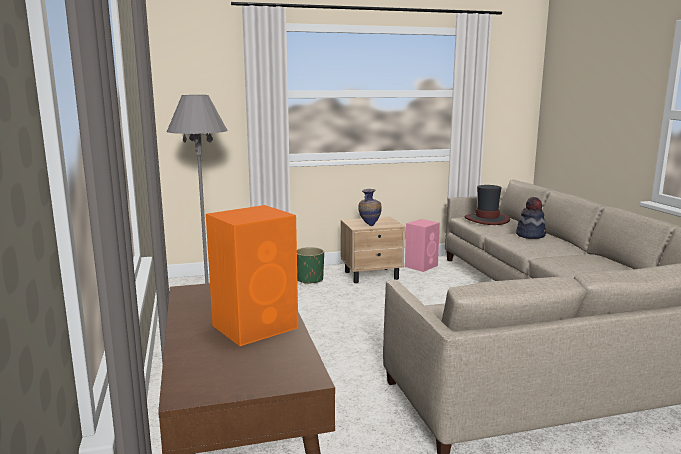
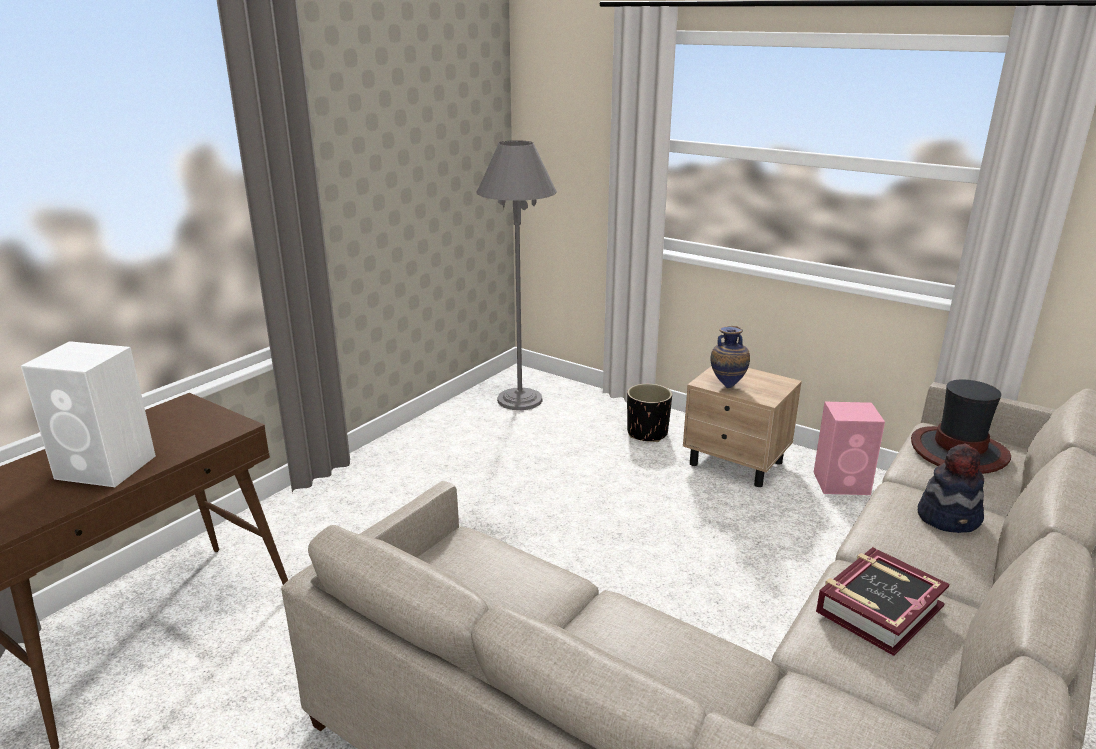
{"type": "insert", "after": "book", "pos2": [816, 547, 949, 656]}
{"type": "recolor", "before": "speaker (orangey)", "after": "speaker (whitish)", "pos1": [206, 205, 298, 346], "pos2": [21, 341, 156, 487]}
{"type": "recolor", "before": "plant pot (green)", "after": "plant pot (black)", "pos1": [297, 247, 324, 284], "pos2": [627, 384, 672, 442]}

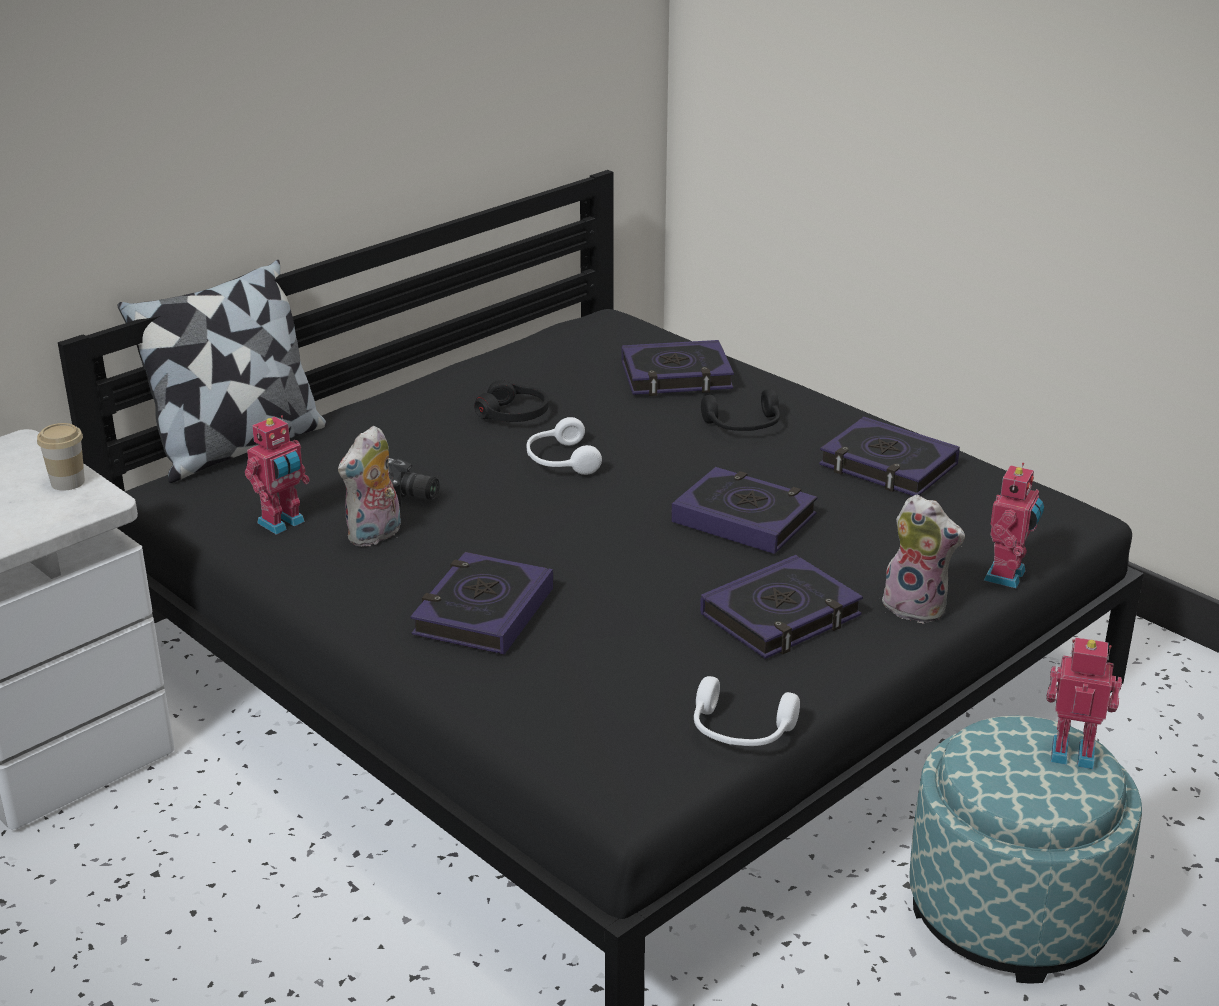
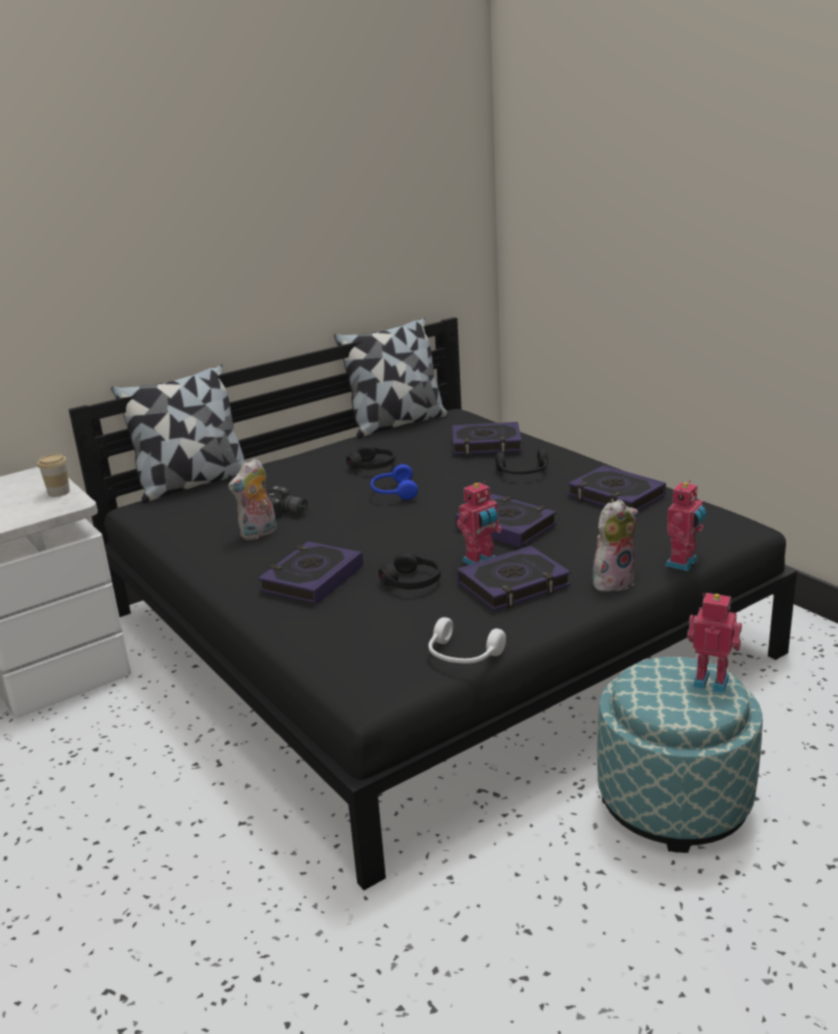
{"type": "insert", "after": "cushion", "pos2": [334, 317, 448, 439]}
{"type": "insert", "after": "headset (black)", "pos2": [378, 552, 441, 589]}
{"type": "move", "before": "model robot", "pos1": [245, 415, 310, 535], "pos2": [457, 481, 502, 565]}
{"type": "recolor", "before": "headset (whitish)", "after": "headset (blue-coloured)", "pos1": [527, 417, 602, 475], "pos2": [370, 464, 418, 500]}
{"type": "rotate", "before": "soft toy", "pos1": [879, 495, 965, 624], "pos2": [593, 499, 638, 592], "turn": -75}

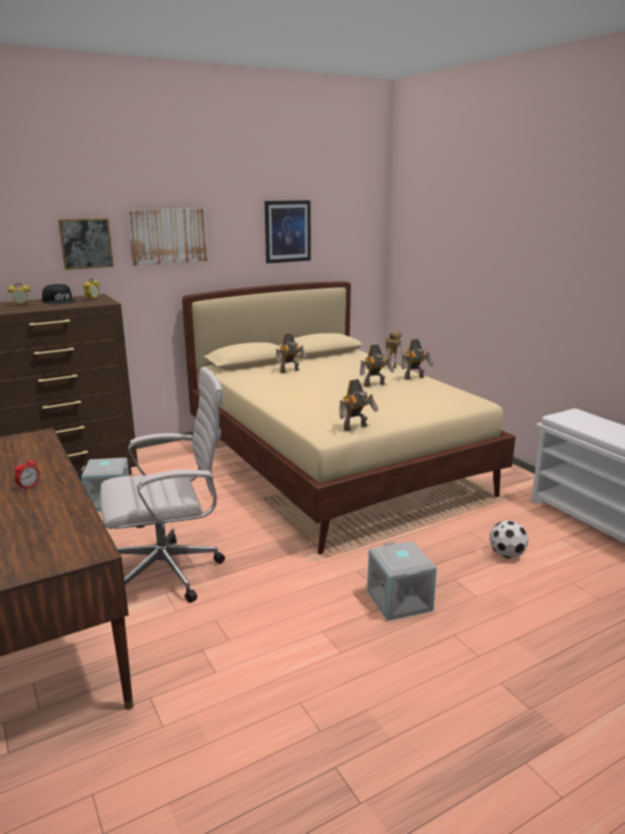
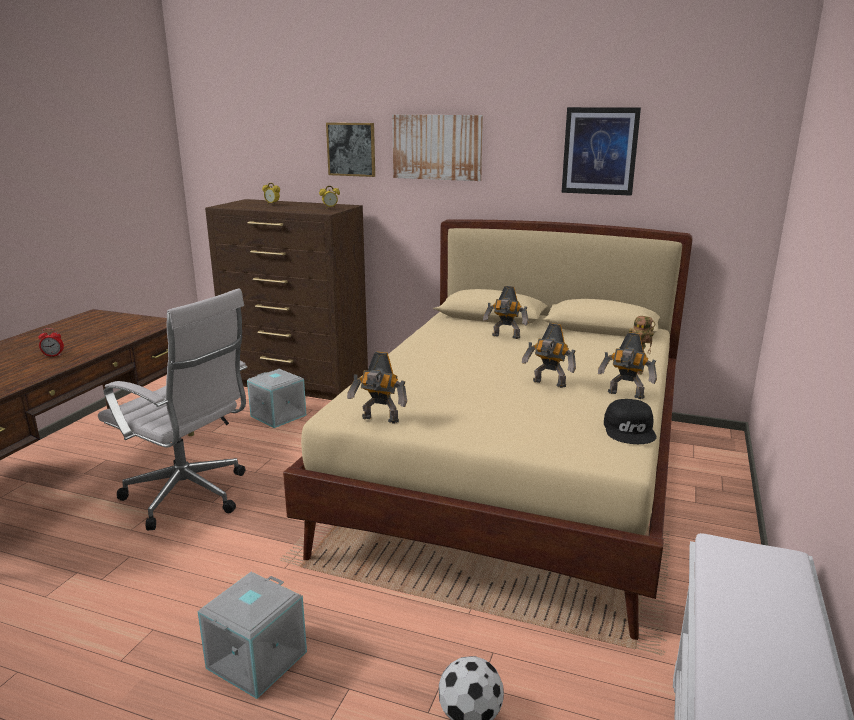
{"type": "move", "before": "baseball cap (black)", "pos1": [42, 284, 77, 304], "pos2": [604, 399, 657, 444]}

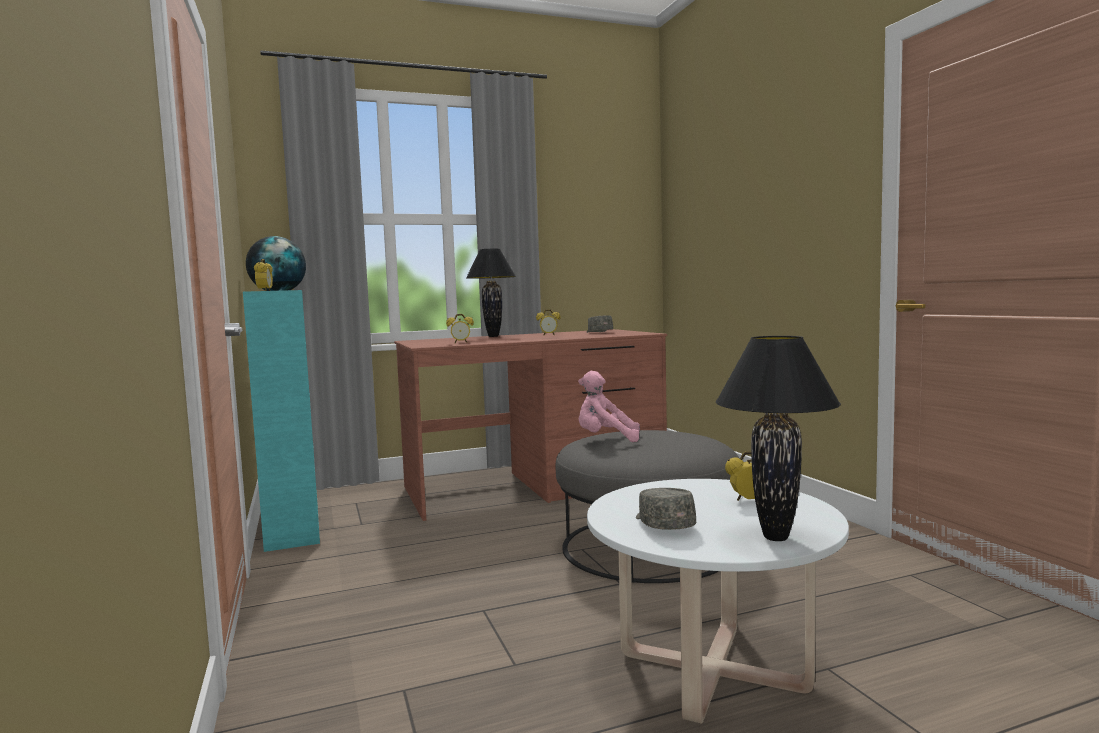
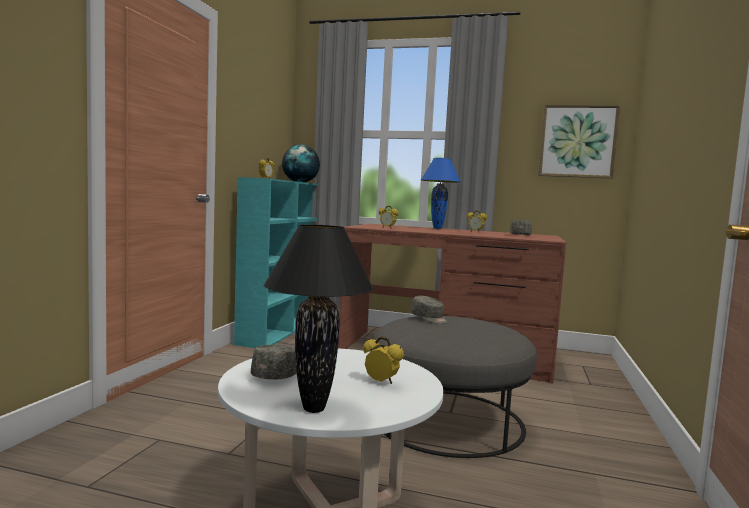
{"type": "insert", "after": "picture", "pos2": [538, 105, 620, 179]}
{"type": "replace", "before": "soft toy (pink)", "after": "baseball cap (greyish)", "pos1": [578, 371, 640, 442], "pos2": [411, 296, 448, 324]}
{"type": "recolor", "before": "tabletop lamp (black)", "after": "tabletop lamp (blue-coloured)", "pos1": [466, 249, 516, 337], "pos2": [421, 158, 461, 229]}

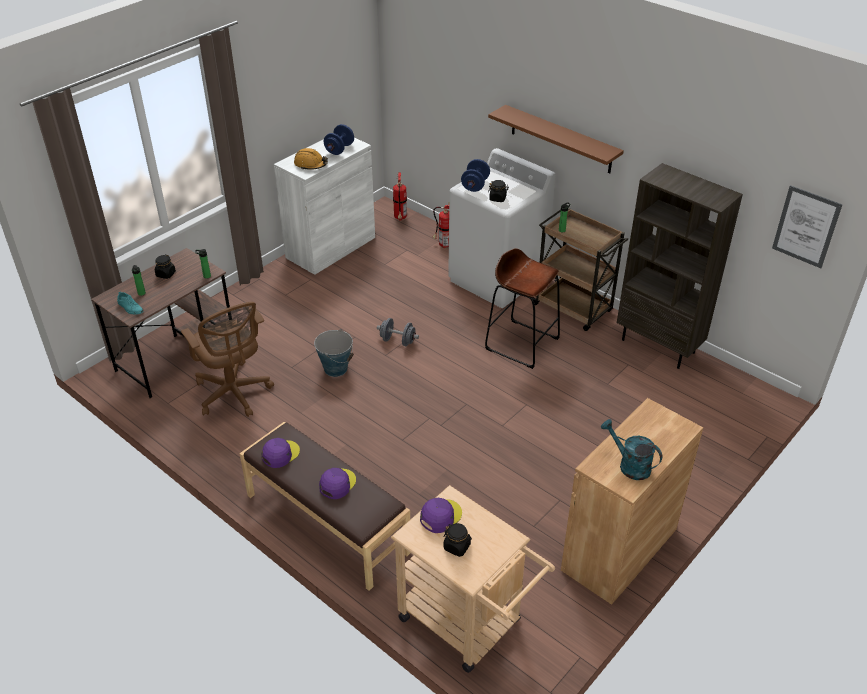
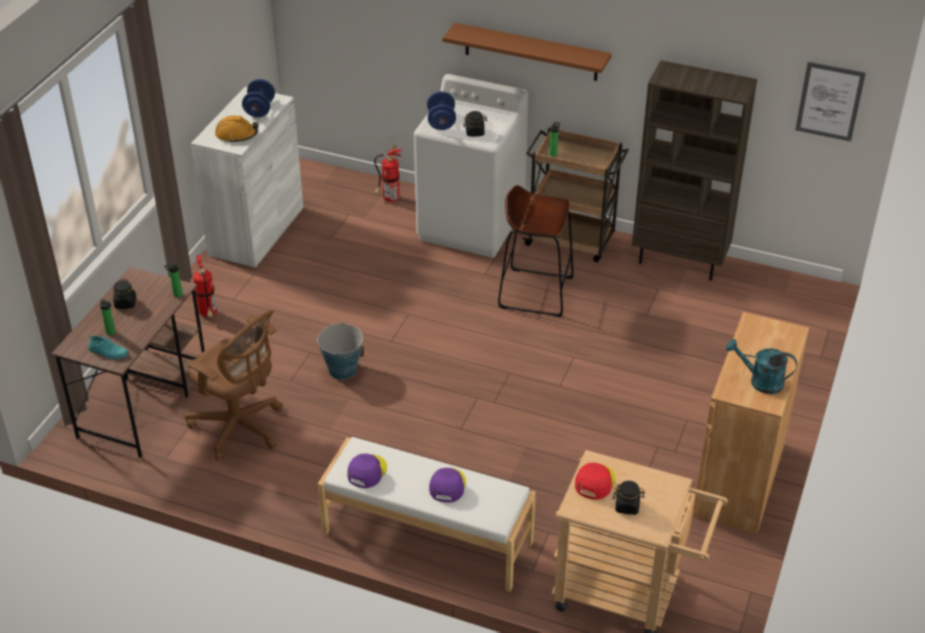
{"type": "delete", "before": "free weight (greyish)", "pos1": [377, 318, 419, 346]}
{"type": "move", "before": "fire extinguisher", "pos1": [393, 172, 407, 220], "pos2": [193, 255, 217, 318]}
{"type": "recolor", "before": "indoor bench (brown-coloured)", "after": "indoor bench (whitish)", "pos1": [240, 422, 410, 591], "pos2": [318, 437, 536, 592]}
{"type": "recolor", "before": "baseball cap (purple-coloured)", "after": "baseball cap (reddish)", "pos1": [420, 498, 462, 533], "pos2": [575, 463, 616, 500]}

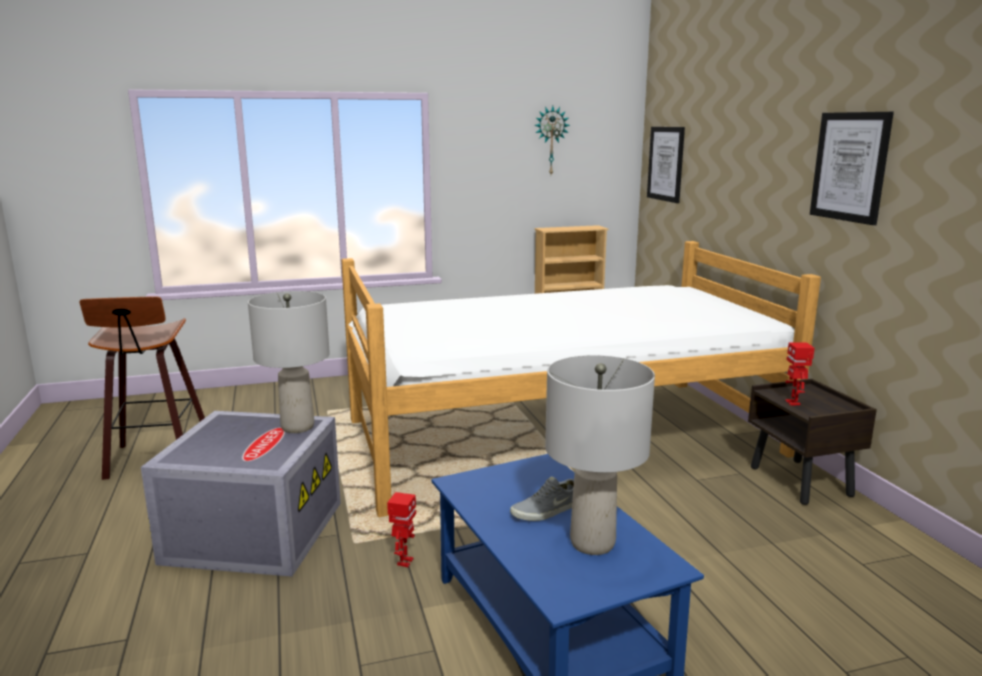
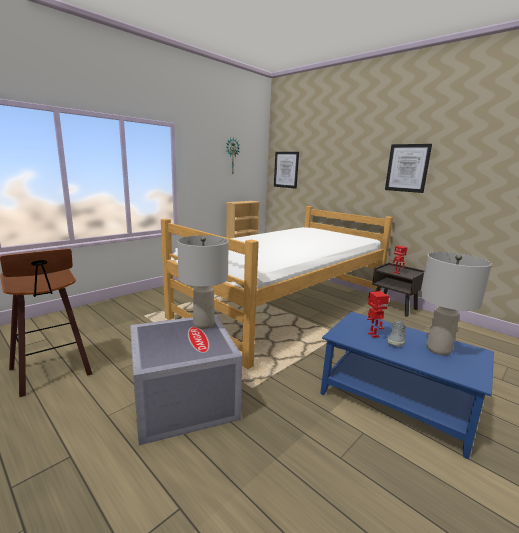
{"type": "move", "before": "model robot", "pos1": [387, 492, 416, 567], "pos2": [367, 291, 389, 338]}

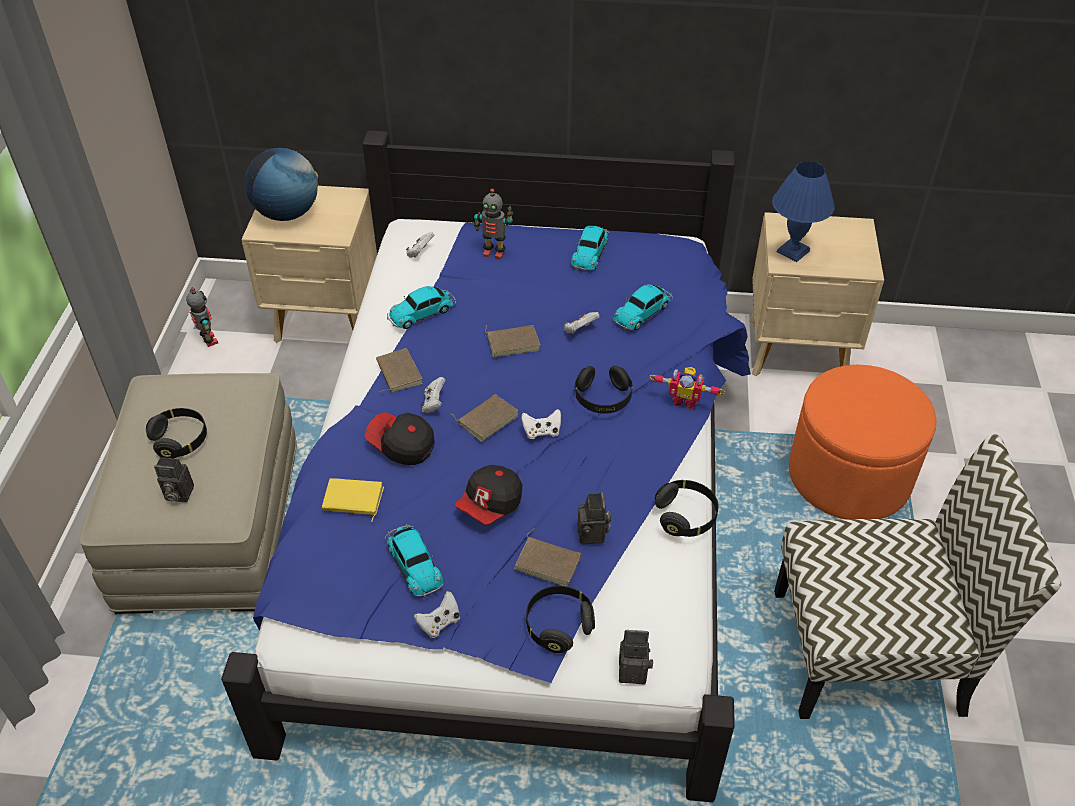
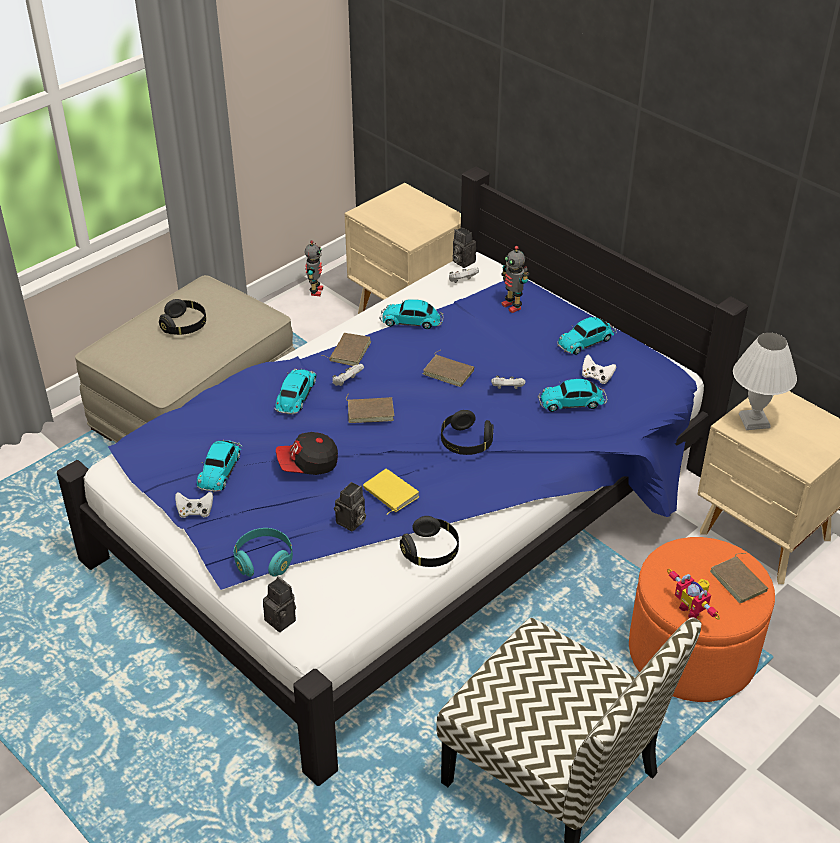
{"type": "delete", "before": "desk globe", "pos1": [244, 148, 318, 221]}
{"type": "move", "before": "photo camera", "pos1": [154, 457, 194, 502], "pos2": [452, 227, 476, 268]}
{"type": "move", "before": "book (yellow)", "pos1": [322, 478, 384, 522], "pos2": [363, 469, 420, 514]}
{"type": "move", "before": "book (brown-coloured)", "pos1": [514, 528, 581, 586], "pos2": [710, 553, 768, 603]}
{"type": "move", "before": "gamepad (whitish)", "pos1": [521, 409, 561, 439], "pos2": [582, 355, 616, 384]}
{"type": "move", "before": "model robot", "pos1": [649, 367, 725, 409], "pos2": [667, 569, 720, 620]}
{"type": "replace", "before": "baseball cap", "after": "model car", "pos1": [365, 412, 435, 465], "pos2": [274, 369, 316, 415]}
{"type": "recolor", "before": "headset (black)", "after": "headset (blue-green)", "pos1": [526, 586, 595, 653], "pos2": [234, 528, 293, 577]}
{"type": "recolor", "before": "tabletop lamp (blue-coloured)", "after": "tabletop lamp (whitish)", "pos1": [772, 161, 835, 262], "pos2": [733, 333, 797, 430]}

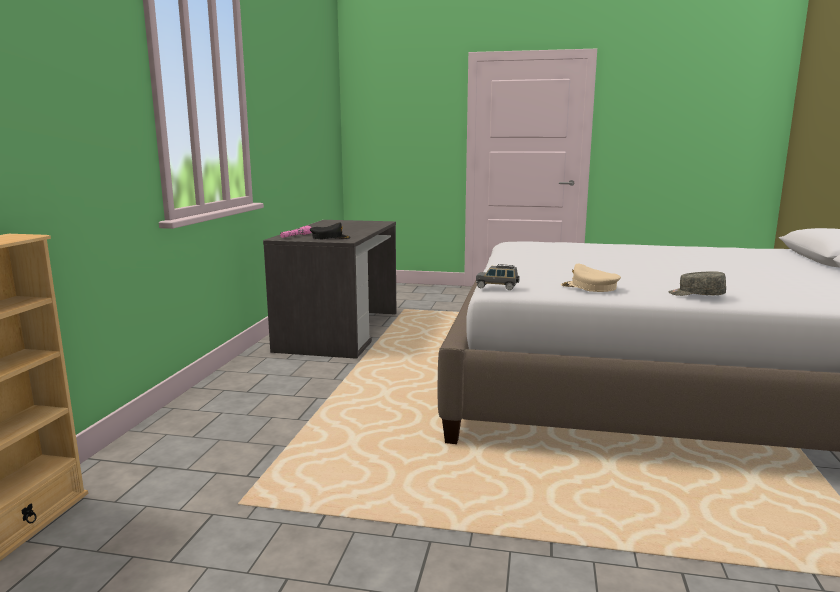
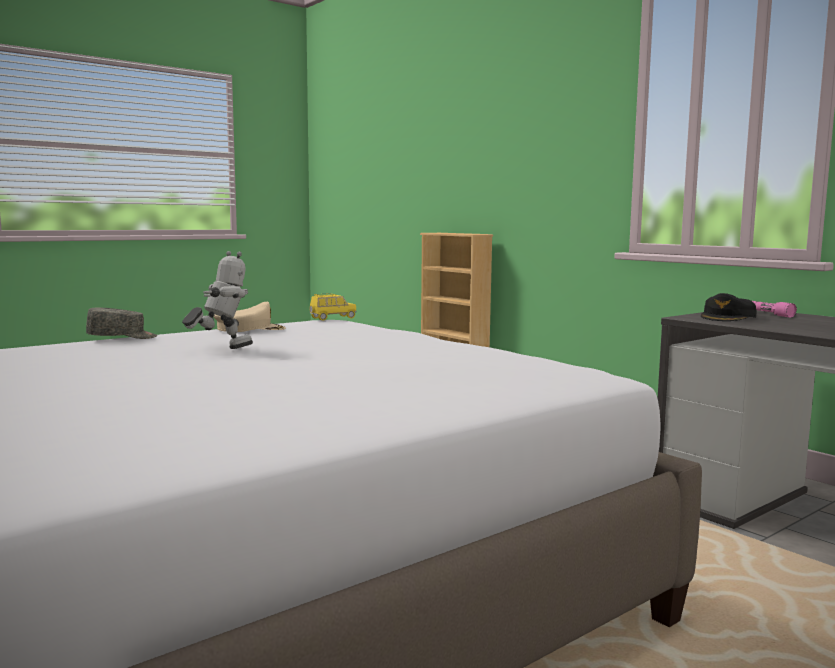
{"type": "insert", "after": "model robot", "pos2": [182, 251, 253, 349]}
{"type": "recolor", "before": "model car (greyish)", "after": "model car (yellow)", "pos1": [476, 264, 520, 290], "pos2": [309, 293, 357, 321]}

